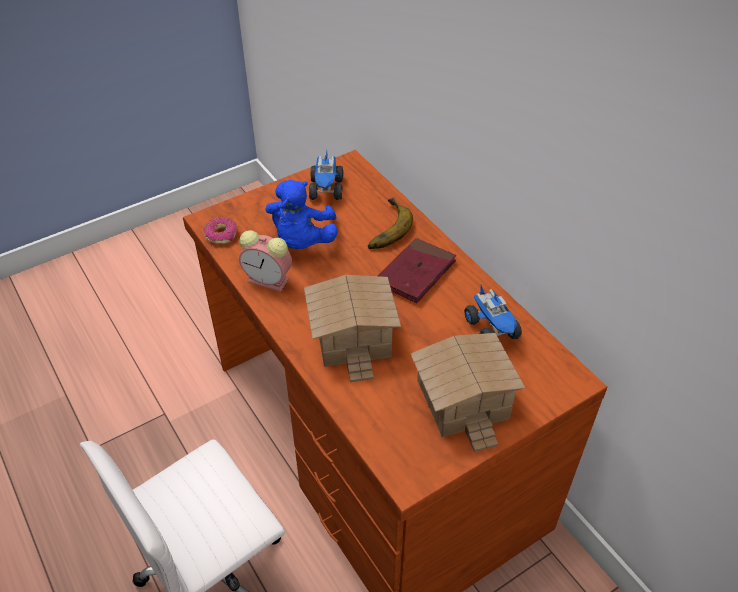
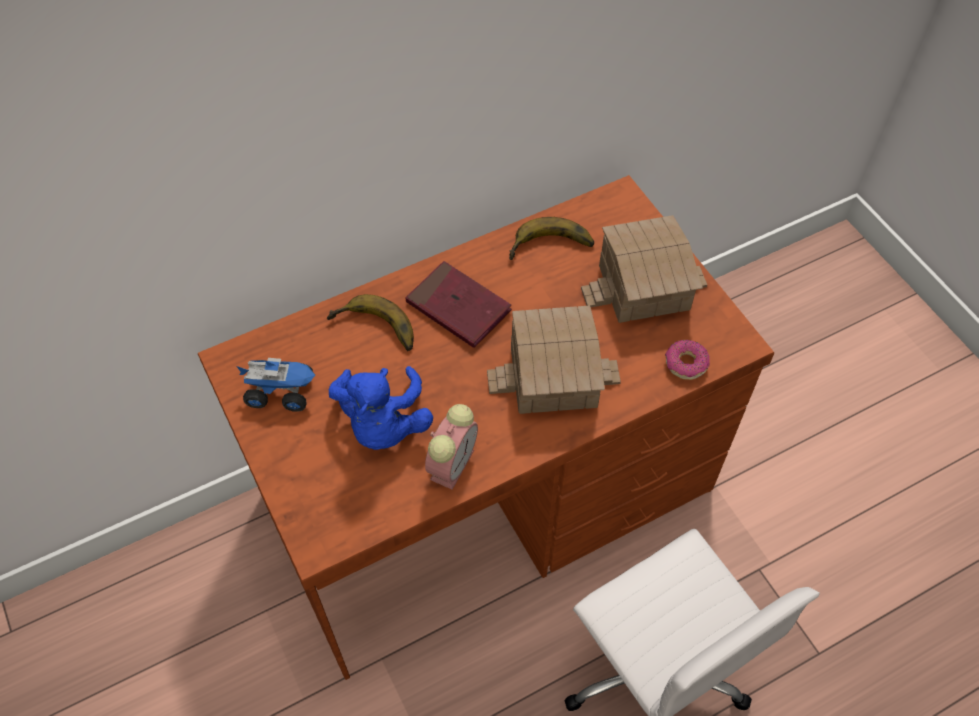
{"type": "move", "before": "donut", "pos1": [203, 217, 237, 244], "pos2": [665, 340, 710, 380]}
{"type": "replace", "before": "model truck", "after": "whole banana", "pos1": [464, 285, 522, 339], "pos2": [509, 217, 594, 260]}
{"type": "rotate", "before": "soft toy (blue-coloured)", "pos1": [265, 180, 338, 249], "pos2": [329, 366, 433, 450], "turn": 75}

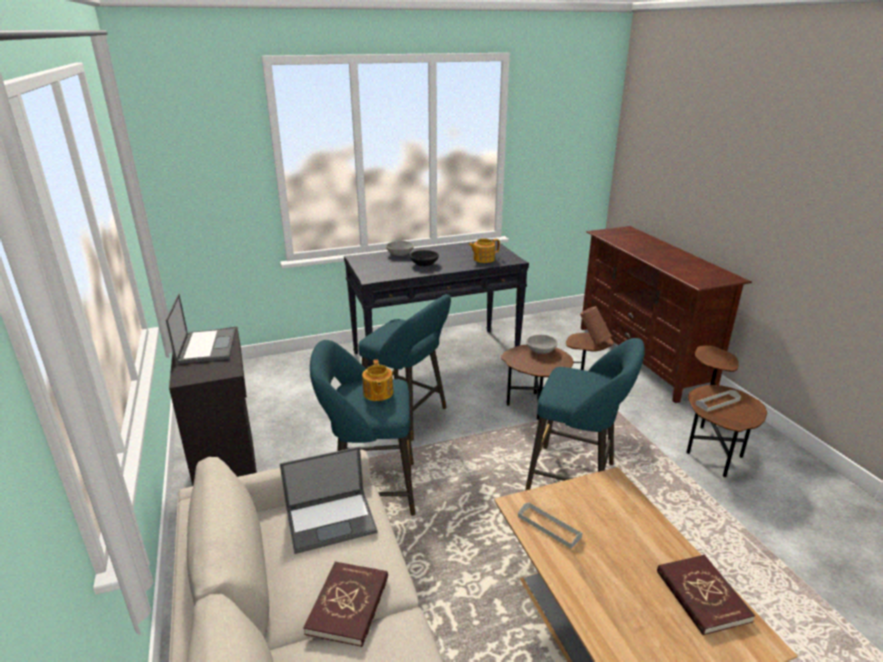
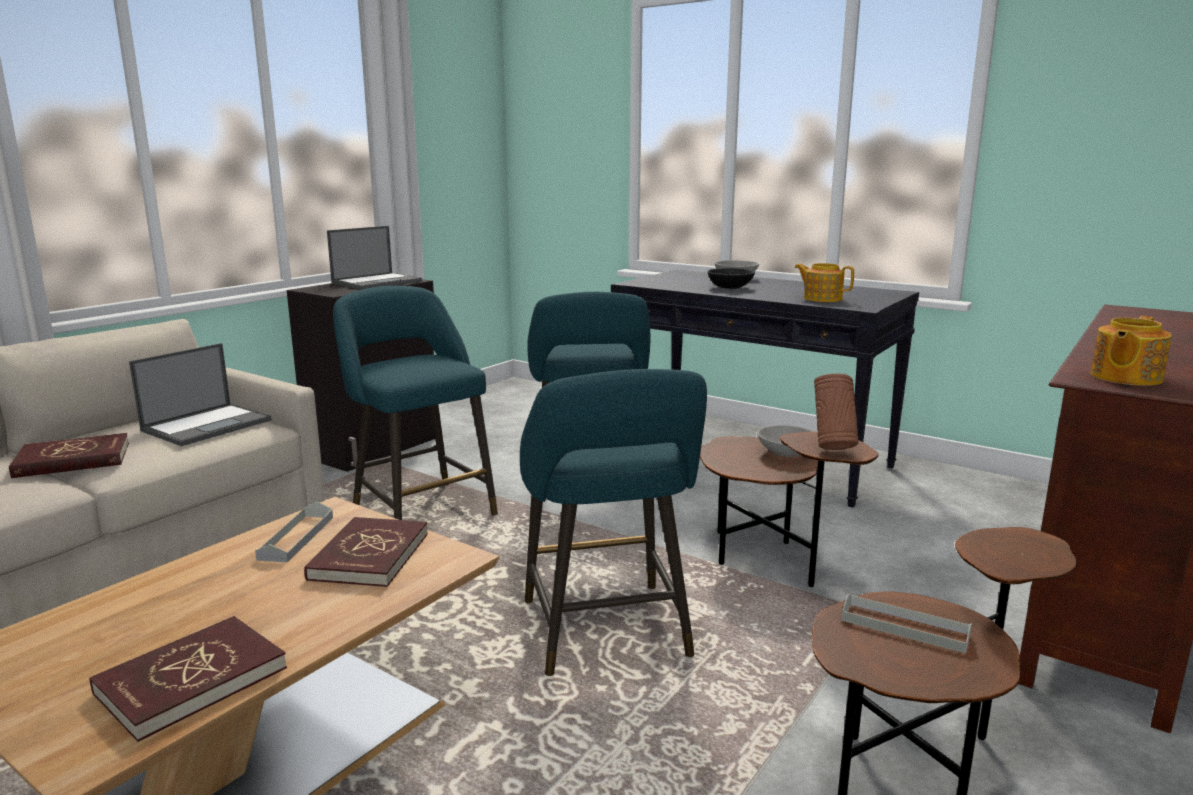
{"type": "insert", "after": "book (reddish)", "pos2": [304, 517, 428, 587]}
{"type": "move", "before": "pot for tea", "pos1": [362, 360, 393, 401], "pos2": [1090, 316, 1172, 386]}
{"type": "rotate", "before": "portable computer", "pos1": [280, 446, 378, 554], "pos2": [129, 343, 272, 446], "turn": -90}

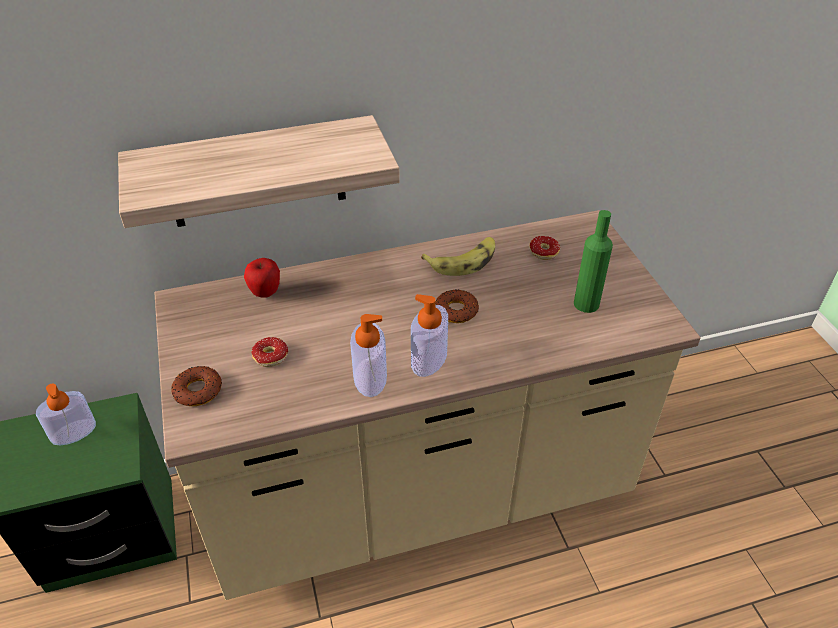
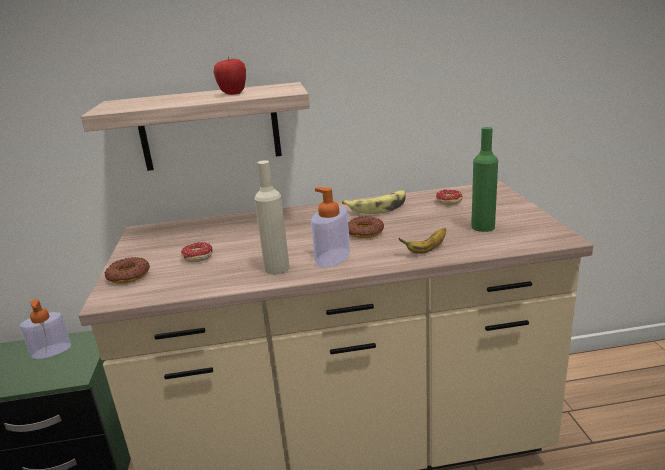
{"type": "insert", "after": "whole banana", "pos2": [398, 228, 446, 254]}
{"type": "move", "before": "apple", "pos1": [244, 258, 280, 298], "pos2": [213, 57, 246, 95]}
{"type": "replace", "before": "liquid soap bottle", "after": "drink bottle (beige)", "pos1": [350, 314, 387, 397], "pos2": [255, 160, 290, 274]}

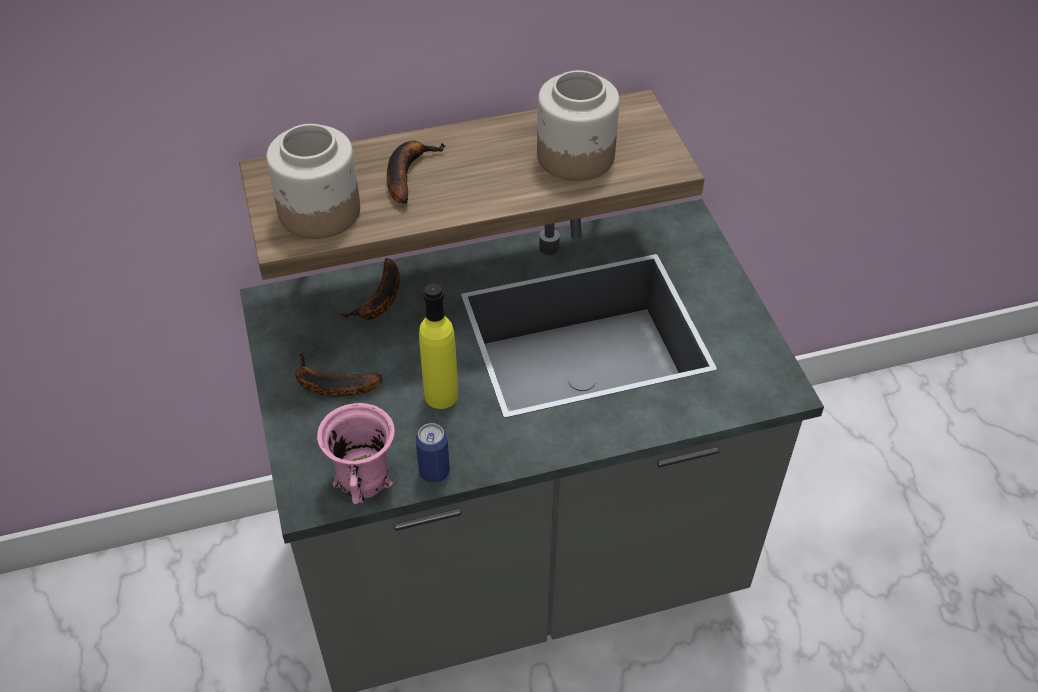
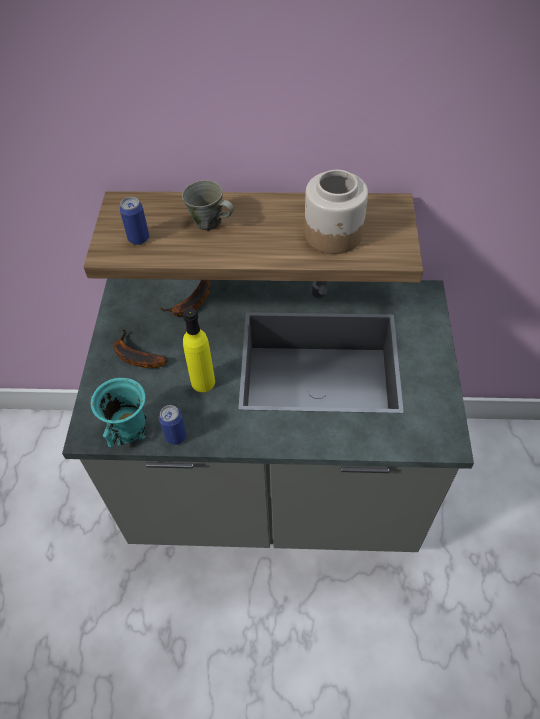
{"type": "replace", "before": "storage jar", "after": "metal can", "pos1": [266, 124, 360, 239], "pos2": [119, 197, 149, 245]}
{"type": "replace", "before": "whole banana", "after": "tea mug (greyish)", "pos1": [387, 140, 446, 204], "pos2": [182, 180, 234, 231]}
{"type": "recolor", "before": "tea mug (pink)", "after": "tea mug (blue-green)", "pos1": [317, 403, 395, 504], "pos2": [91, 378, 147, 448]}

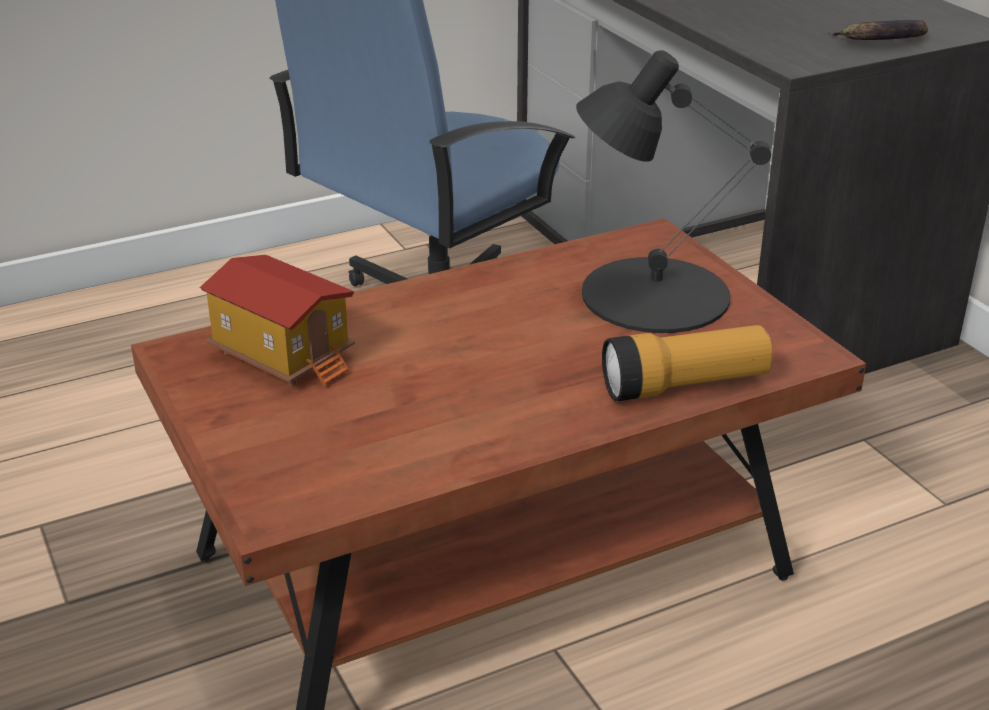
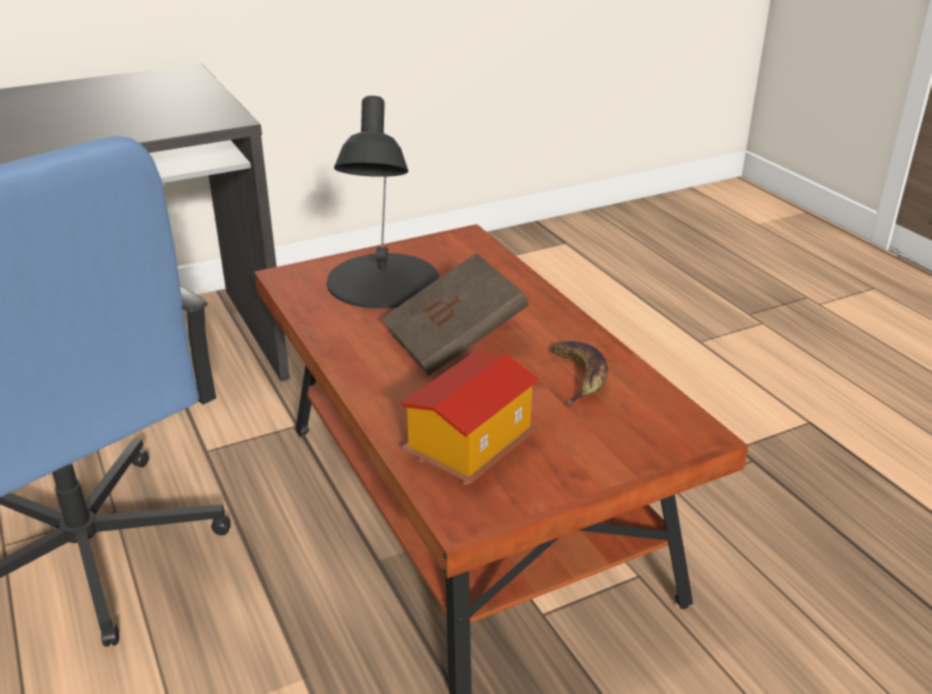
{"type": "delete", "before": "hand torch", "pos1": [602, 325, 773, 401]}
{"type": "insert", "after": "book (brown-coloured)", "pos2": [382, 253, 529, 376]}
{"type": "move", "before": "whole banana", "pos1": [828, 20, 928, 40], "pos2": [551, 341, 608, 405]}

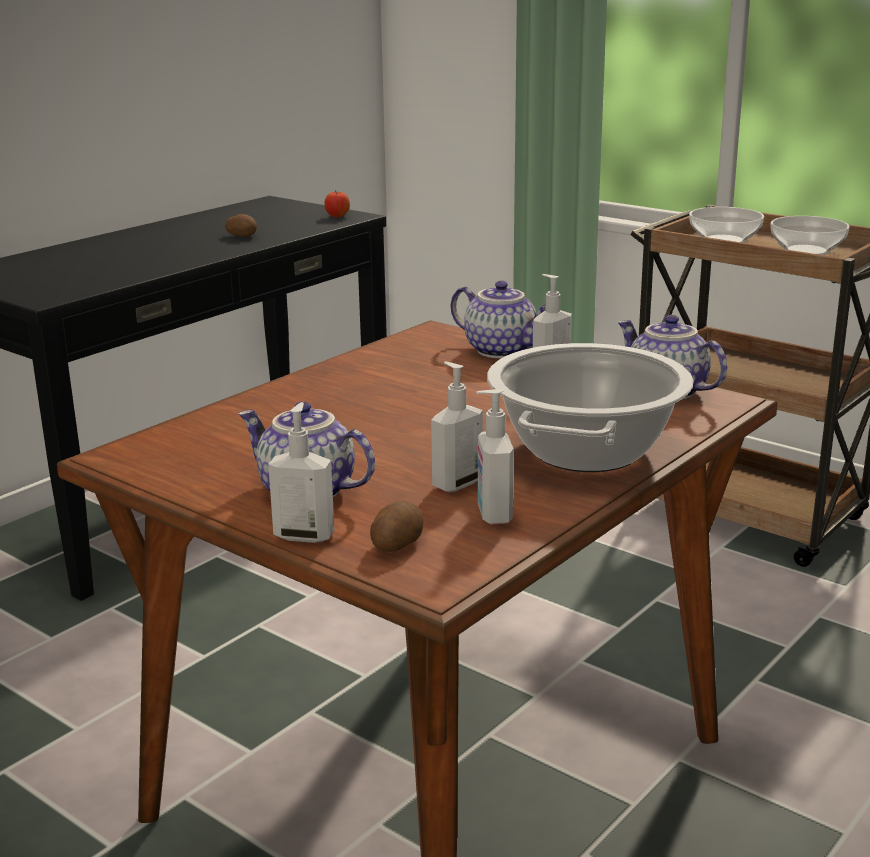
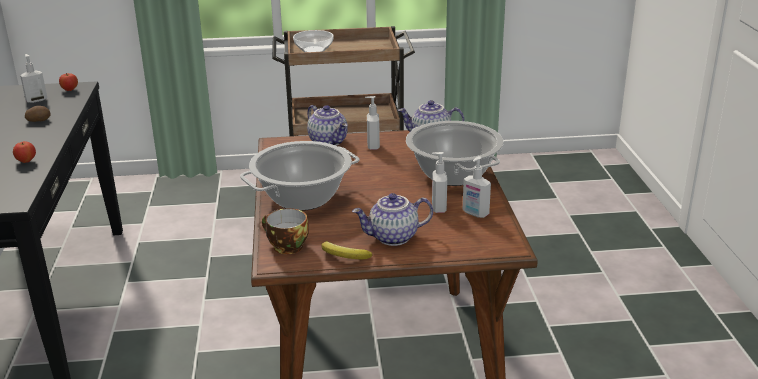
{"type": "delete", "before": "potato", "pos1": [370, 501, 424, 552]}
{"type": "delete", "before": "serving bowl", "pos1": [770, 216, 849, 255]}
{"type": "insert", "after": "apple", "pos2": [13, 141, 36, 163]}
{"type": "insert", "after": "saucepot", "pos2": [240, 141, 360, 211]}
{"type": "insert", "after": "cup", "pos2": [262, 208, 309, 254]}
{"type": "insert", "after": "whole banana", "pos2": [321, 241, 373, 259]}
{"type": "move", "before": "liquid soap bottle", "pos1": [268, 402, 334, 543], "pos2": [20, 54, 47, 103]}
{"type": "rotate", "before": "pot for tea", "pos1": [451, 281, 546, 358], "pos2": [307, 105, 348, 146], "turn": 60}

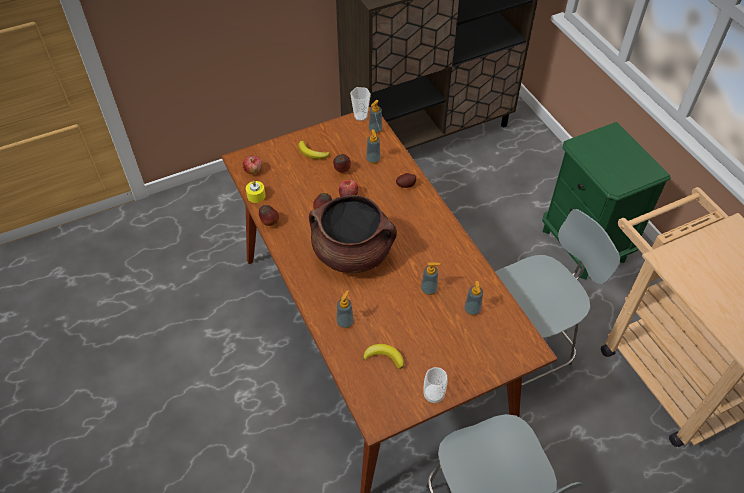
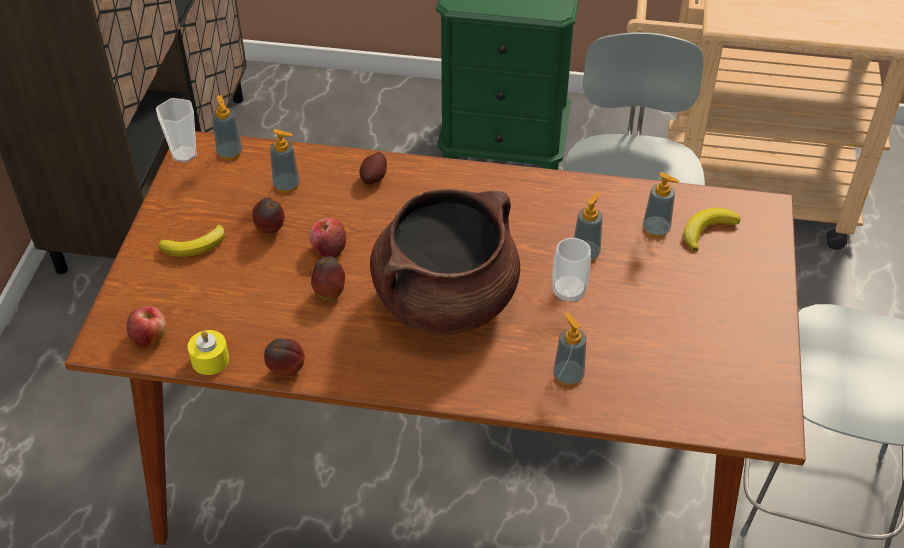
{"type": "move", "before": "whole banana", "pos1": [363, 344, 404, 369], "pos2": [684, 208, 740, 252]}
{"type": "move", "before": "cup", "pos1": [423, 367, 447, 403], "pos2": [552, 238, 591, 303]}

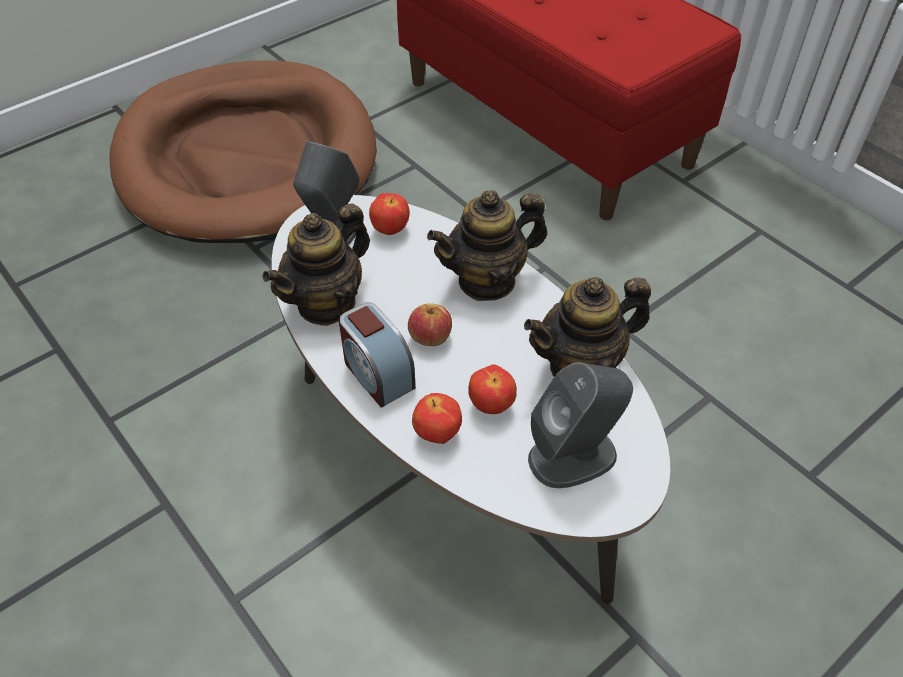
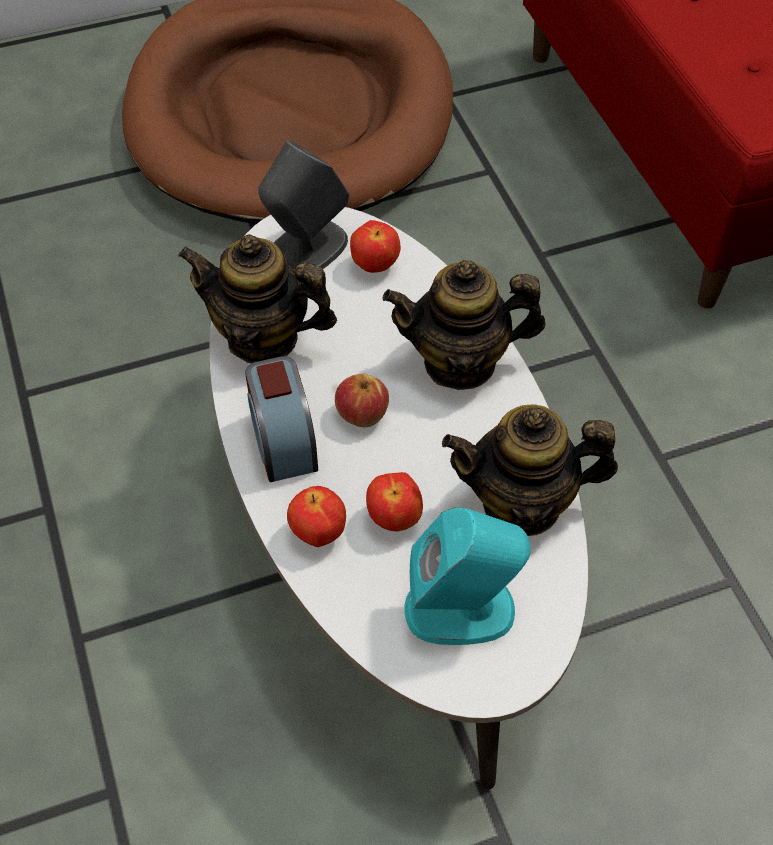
{"type": "recolor", "before": "speaker (greyish)", "after": "speaker (blue-green)", "pos1": [528, 362, 633, 488], "pos2": [404, 507, 531, 645]}
{"type": "rotate", "before": "pot for tea", "pos1": [262, 203, 370, 326], "pos2": [178, 234, 337, 363], "turn": 45}

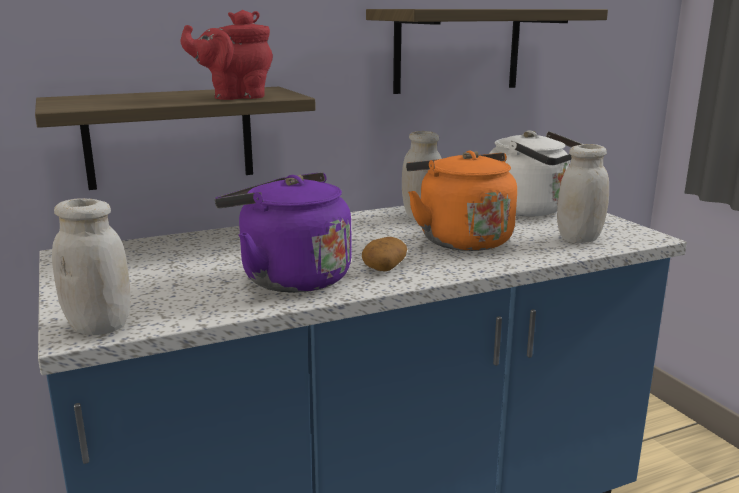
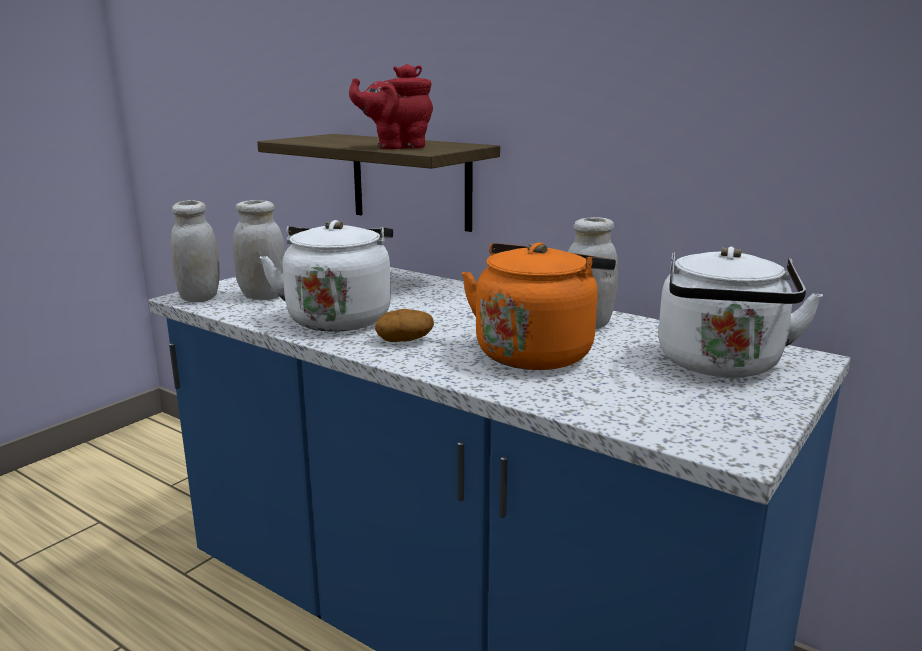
{"type": "delete", "before": "shelf", "pos1": [366, 9, 608, 94]}
{"type": "move", "before": "storage jar (whitish)", "pos1": [557, 144, 609, 243], "pos2": [233, 200, 285, 300]}
{"type": "recolor", "before": "tea kettle (purple-coloured)", "after": "tea kettle (whitish)", "pos1": [215, 172, 352, 293], "pos2": [260, 220, 393, 332]}
{"type": "rotate", "before": "pot for tea (reddish)", "pos1": [181, 10, 273, 100], "pos2": [349, 64, 433, 149], "turn": -60}

